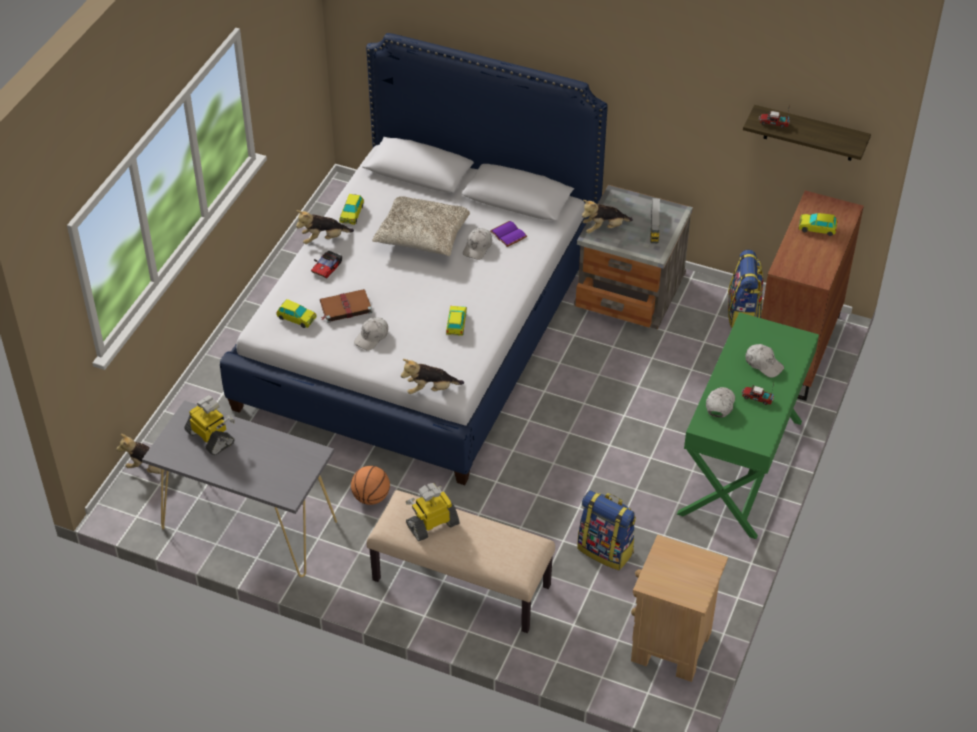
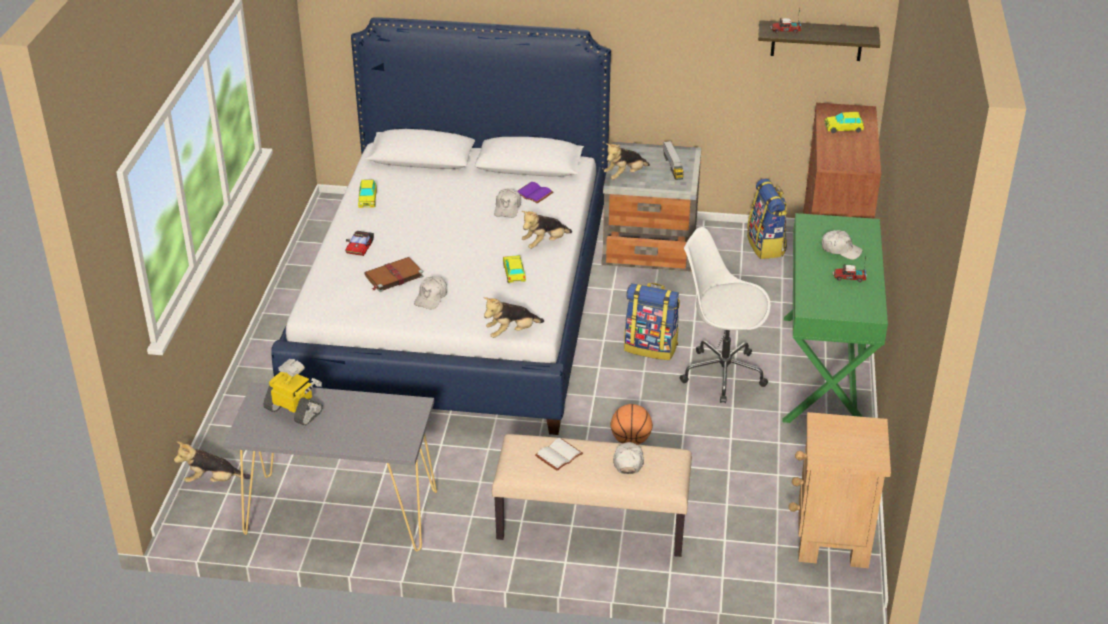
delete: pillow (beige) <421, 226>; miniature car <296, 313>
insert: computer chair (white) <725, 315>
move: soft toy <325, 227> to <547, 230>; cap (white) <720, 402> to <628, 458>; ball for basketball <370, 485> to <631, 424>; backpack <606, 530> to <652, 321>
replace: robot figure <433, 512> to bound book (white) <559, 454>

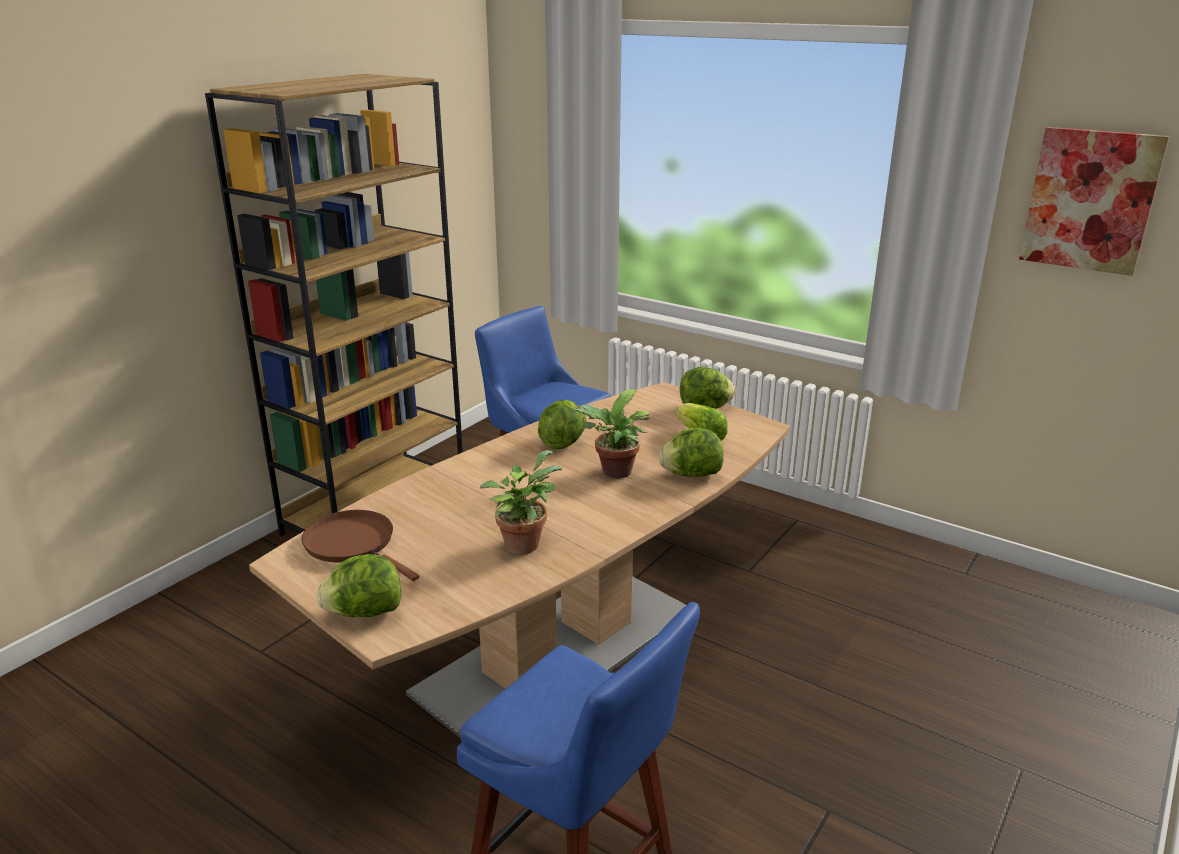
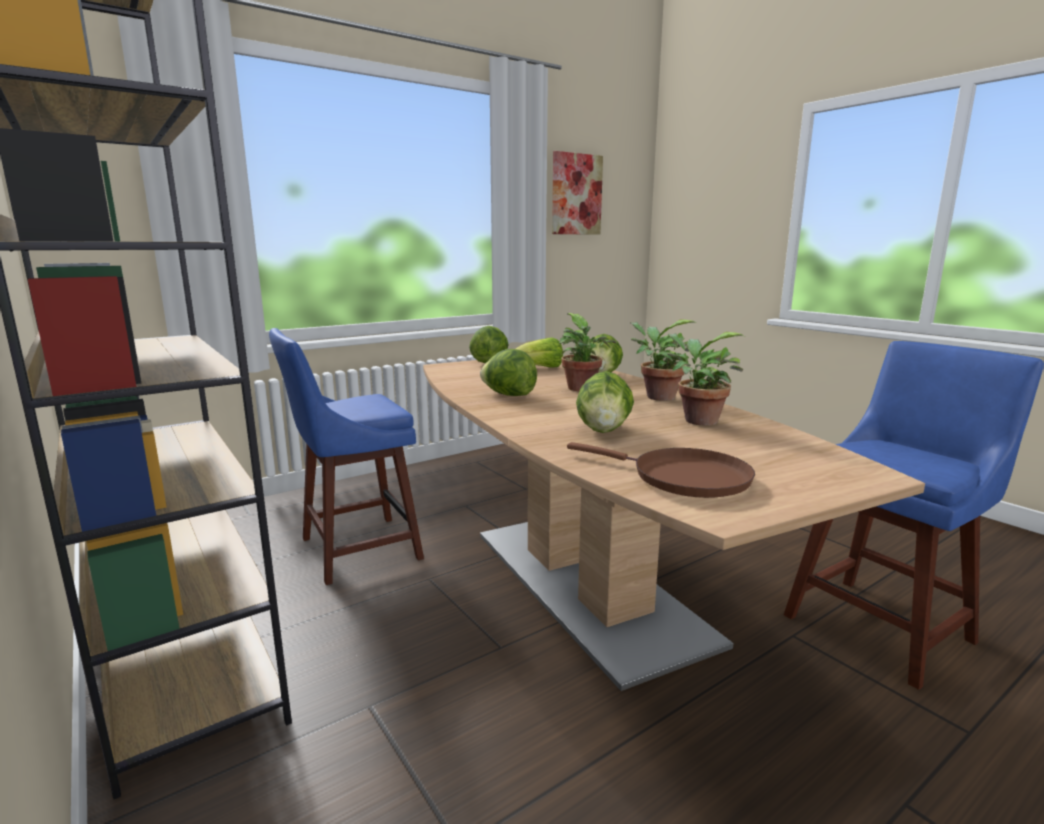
insert: potted plant <663, 360>
move: lettuce <359, 585> to <605, 402>
rotate: pan (brownish) <360, 545> = <661, 470> 120 degrees counterclockwise

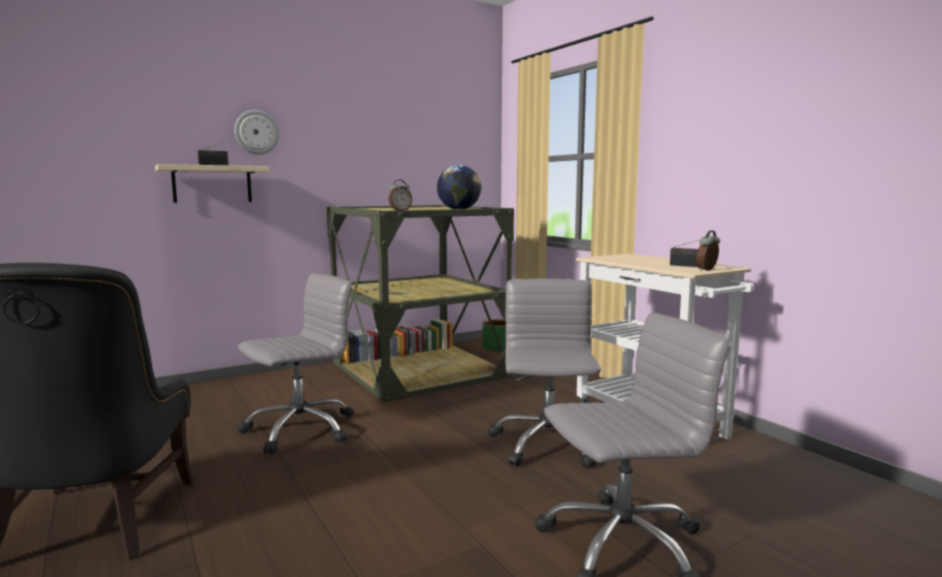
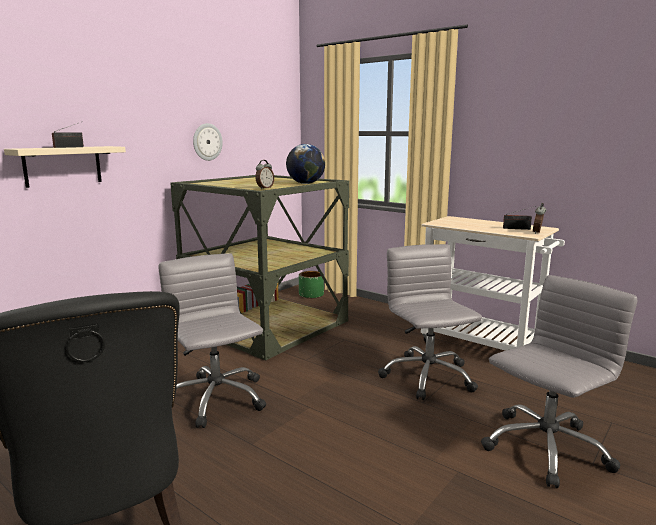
move: wall clock <256, 132> to <208, 142>
rotate: computer chair (gray) <295, 363> = <212, 340> 60 degrees counterclockwise

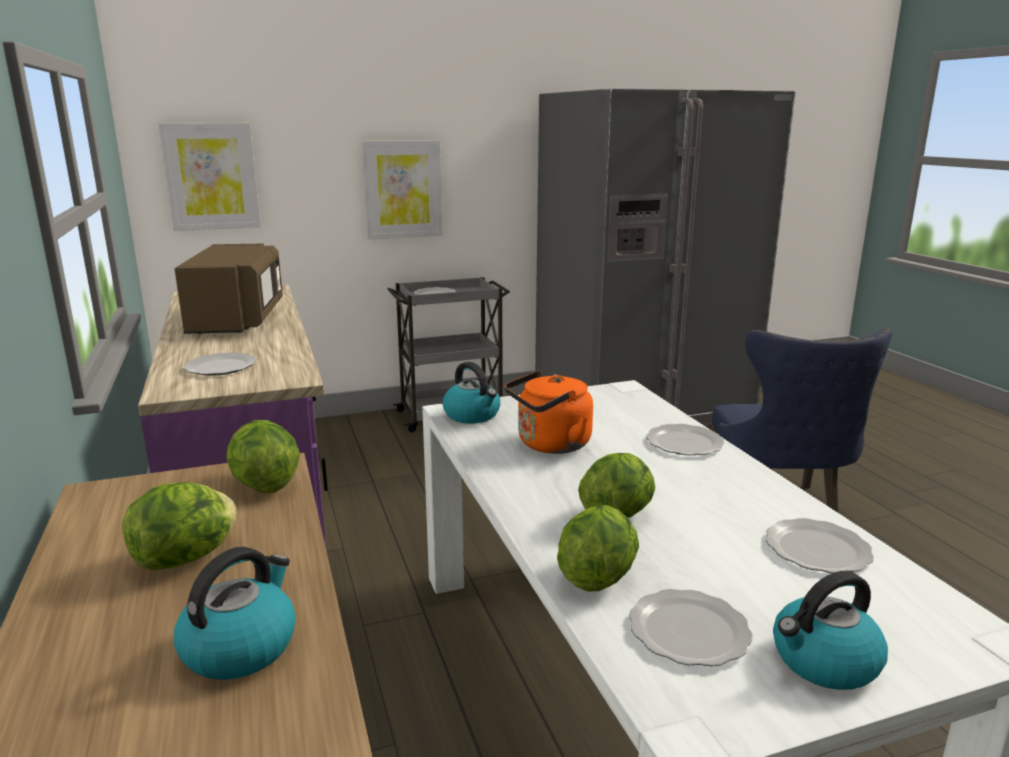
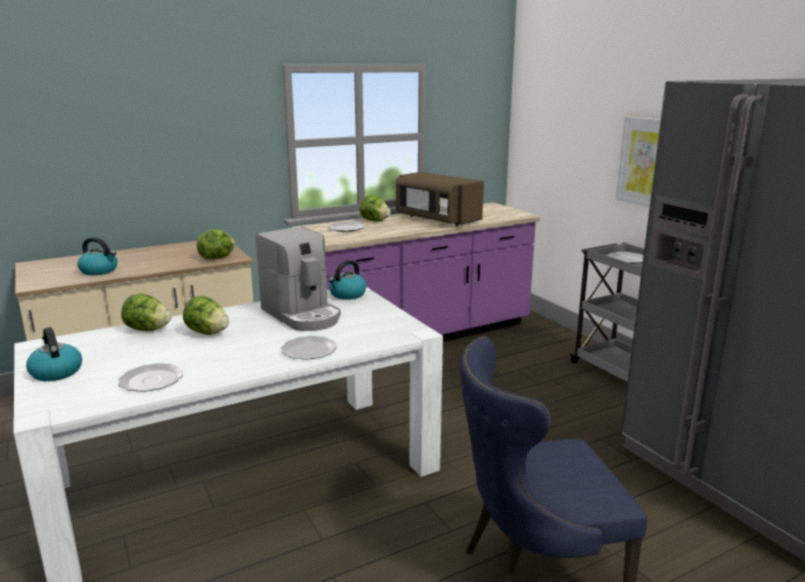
delete: picture <209, 177>; flat dish <691, 628>
move: lettuce <179, 526> to <375, 208>
replace: kettle (orangey) <549, 412> to coffee machine <298, 279>
rotate: microwave (brownish) <229, 289> = <440, 199> 60 degrees clockwise

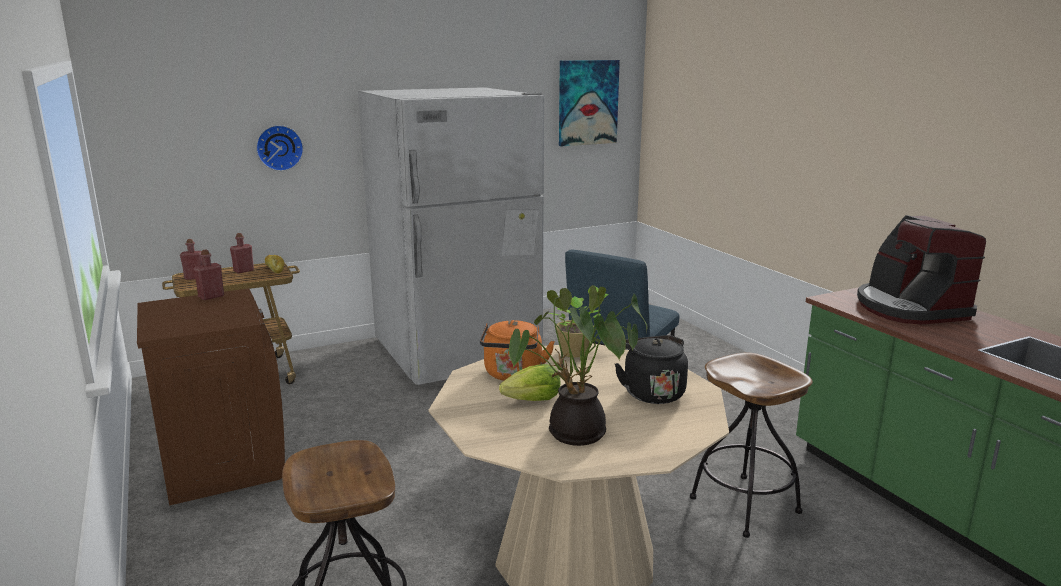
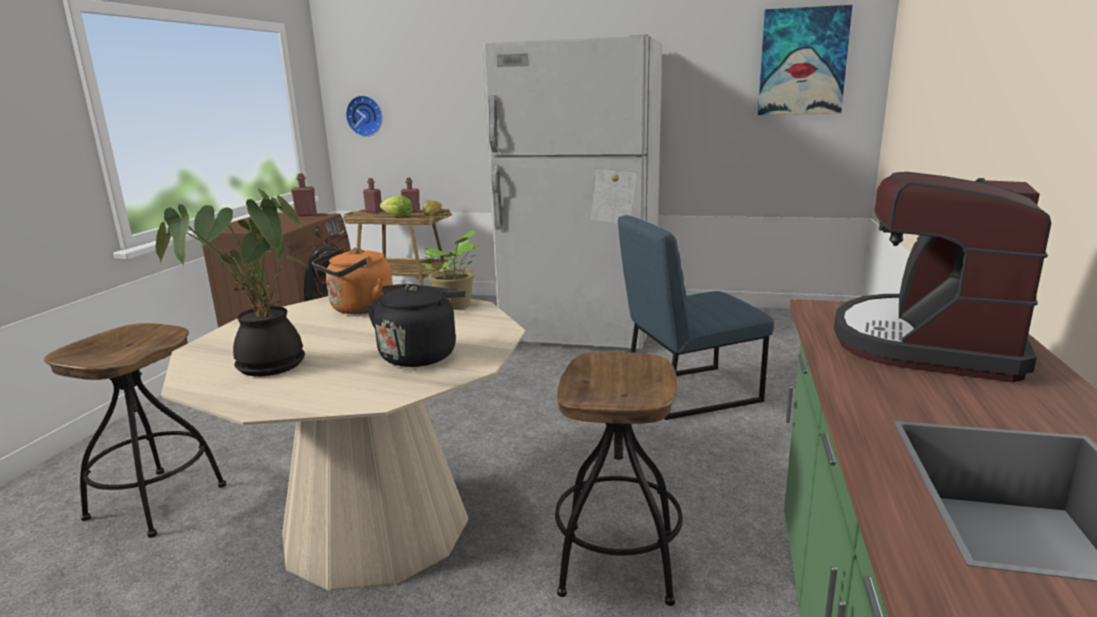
move: wall clock <280, 148> to <364, 116>; lettuce <530, 382> to <396, 206>

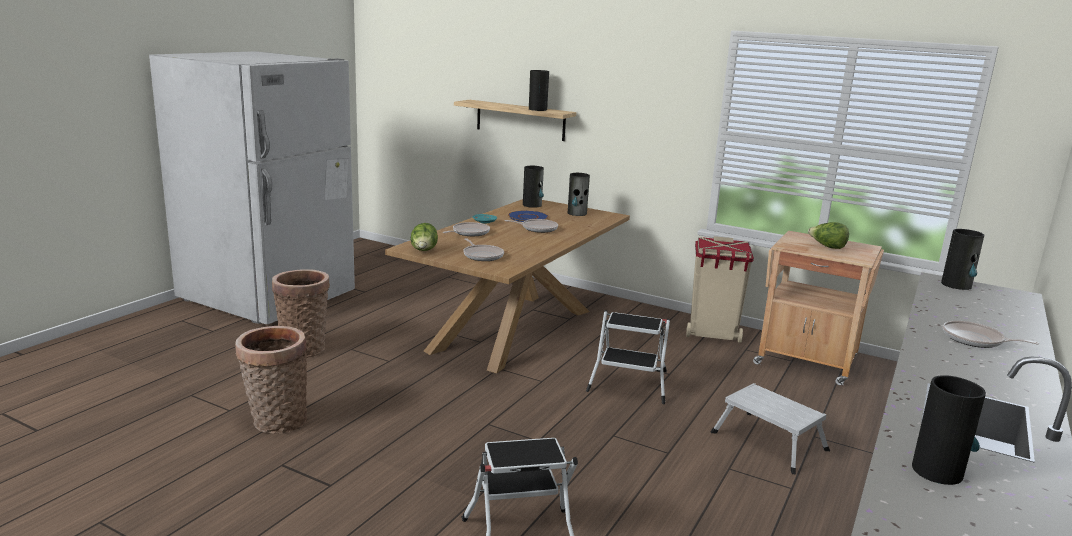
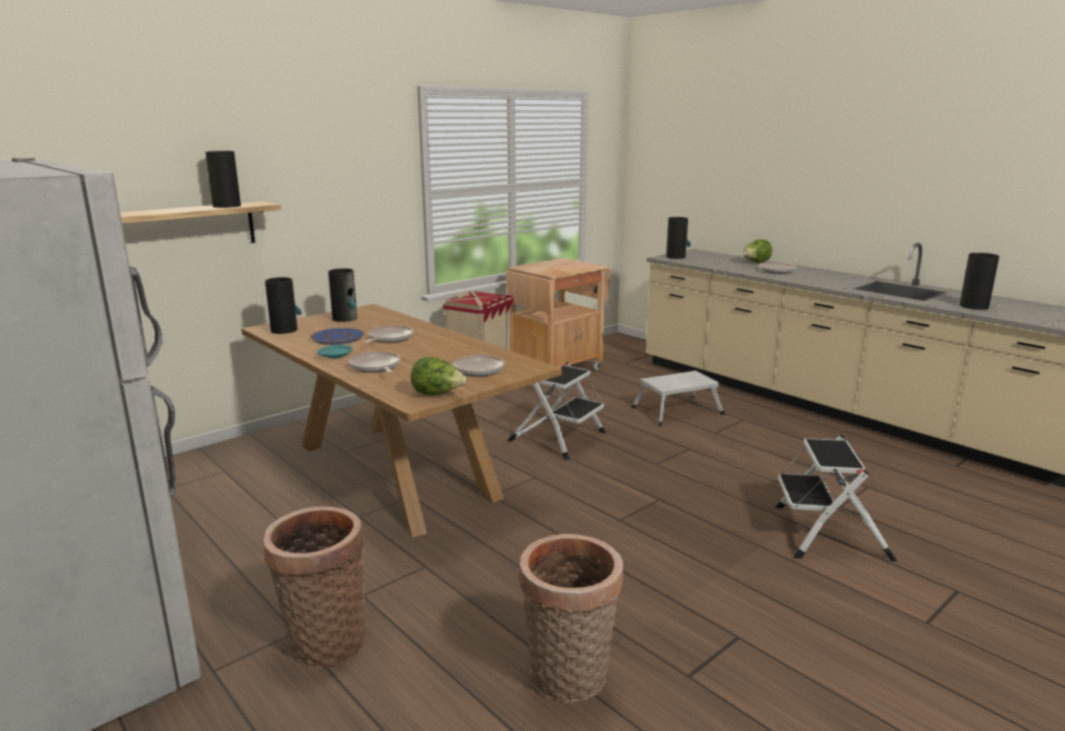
move: lettuce <828, 235> to <757, 251>

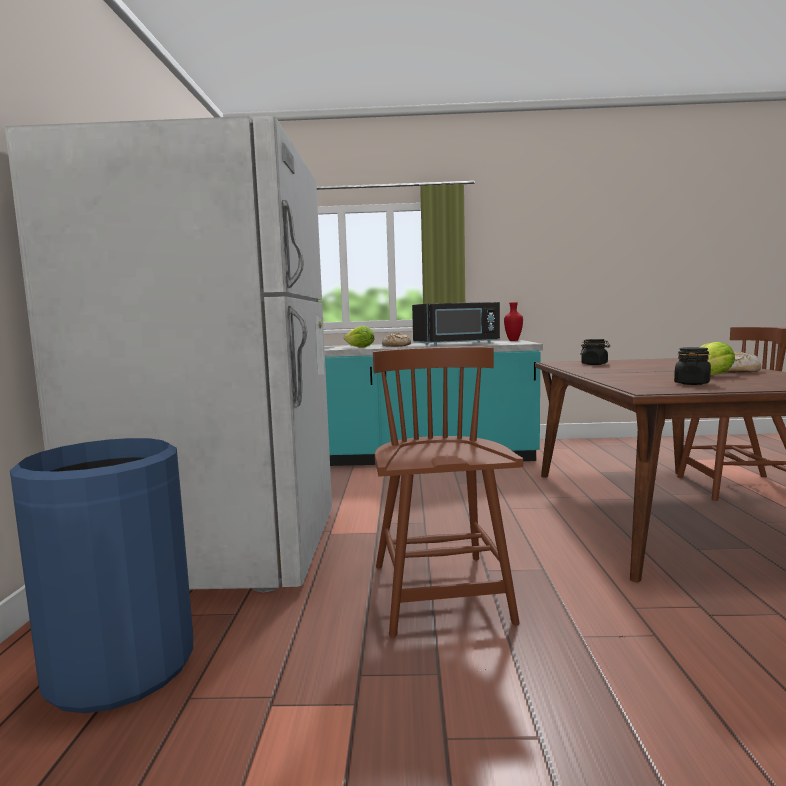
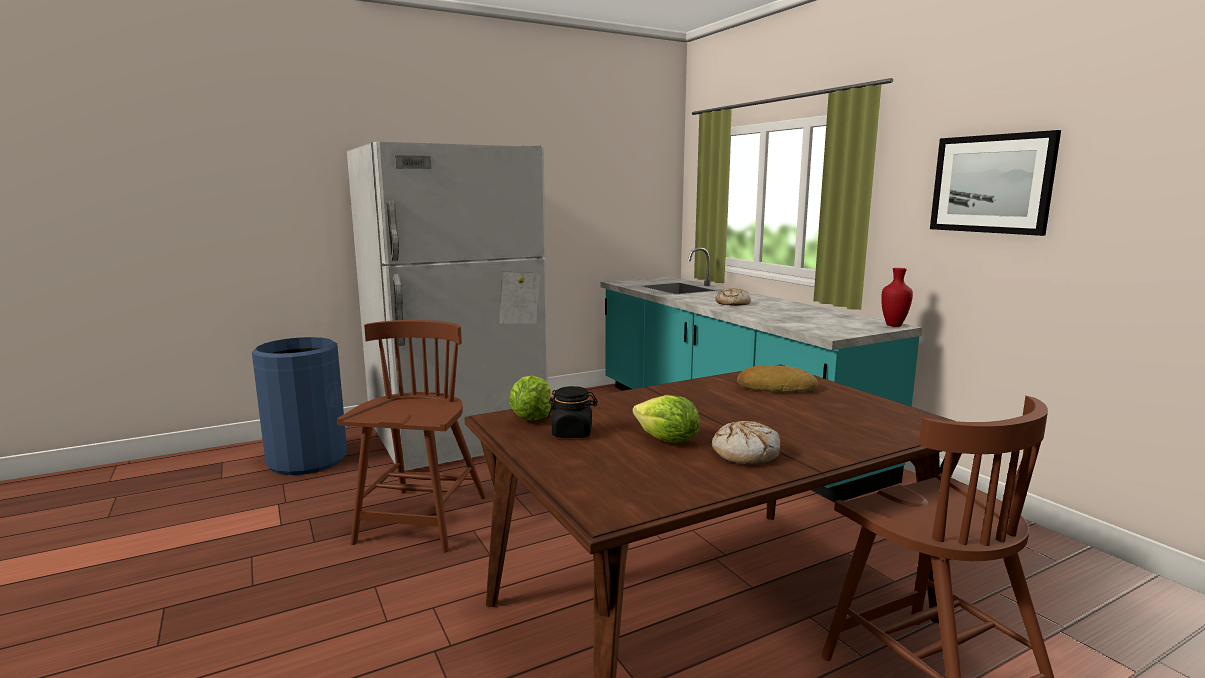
delete: microwave (black-coloured) <456, 324>
insert: picture <995, 183>
move: lettuce <359, 336> to <530, 397>
replace: jar (black-coloured) <595, 352> to bread <777, 378>
rotate: chair (brownish) <448, 492> = <411, 436> 45 degrees counterclockwise

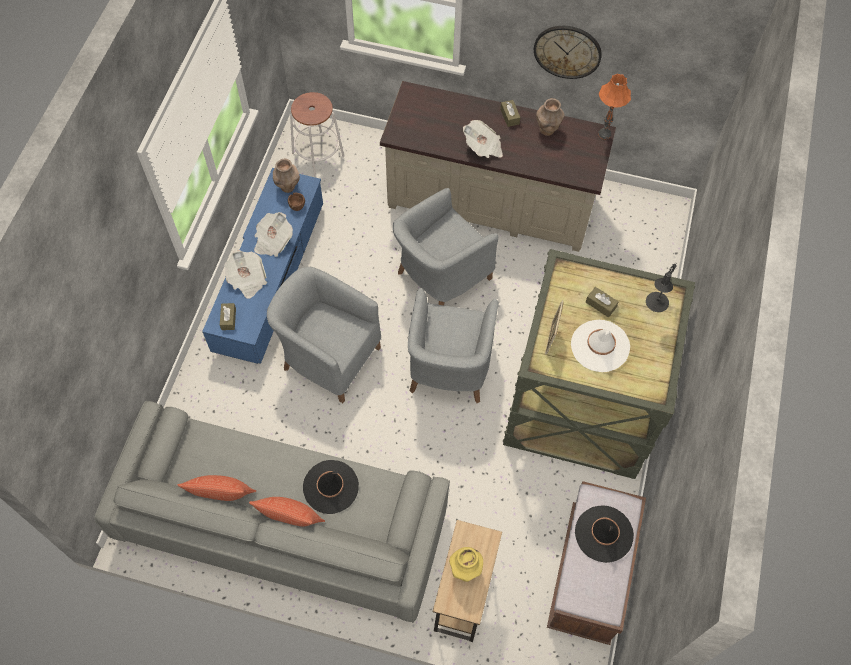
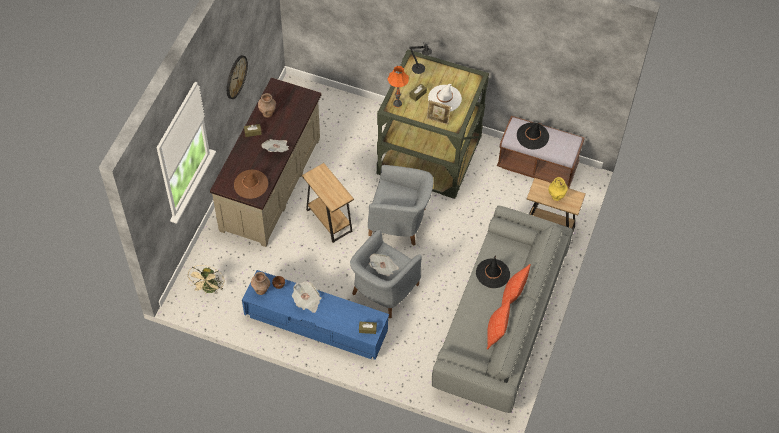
insert: hat (brownish) <251, 184>
move: tabletop lamp (orangey) <614, 106> to <398, 86>; daily paper <245, 274> to <384, 265>
replace: sitting stool (white) <317, 134> to electric fan (beige) <205, 279>; easy chair (gray) <445, 246> to accent table (brownish) <328, 203>

